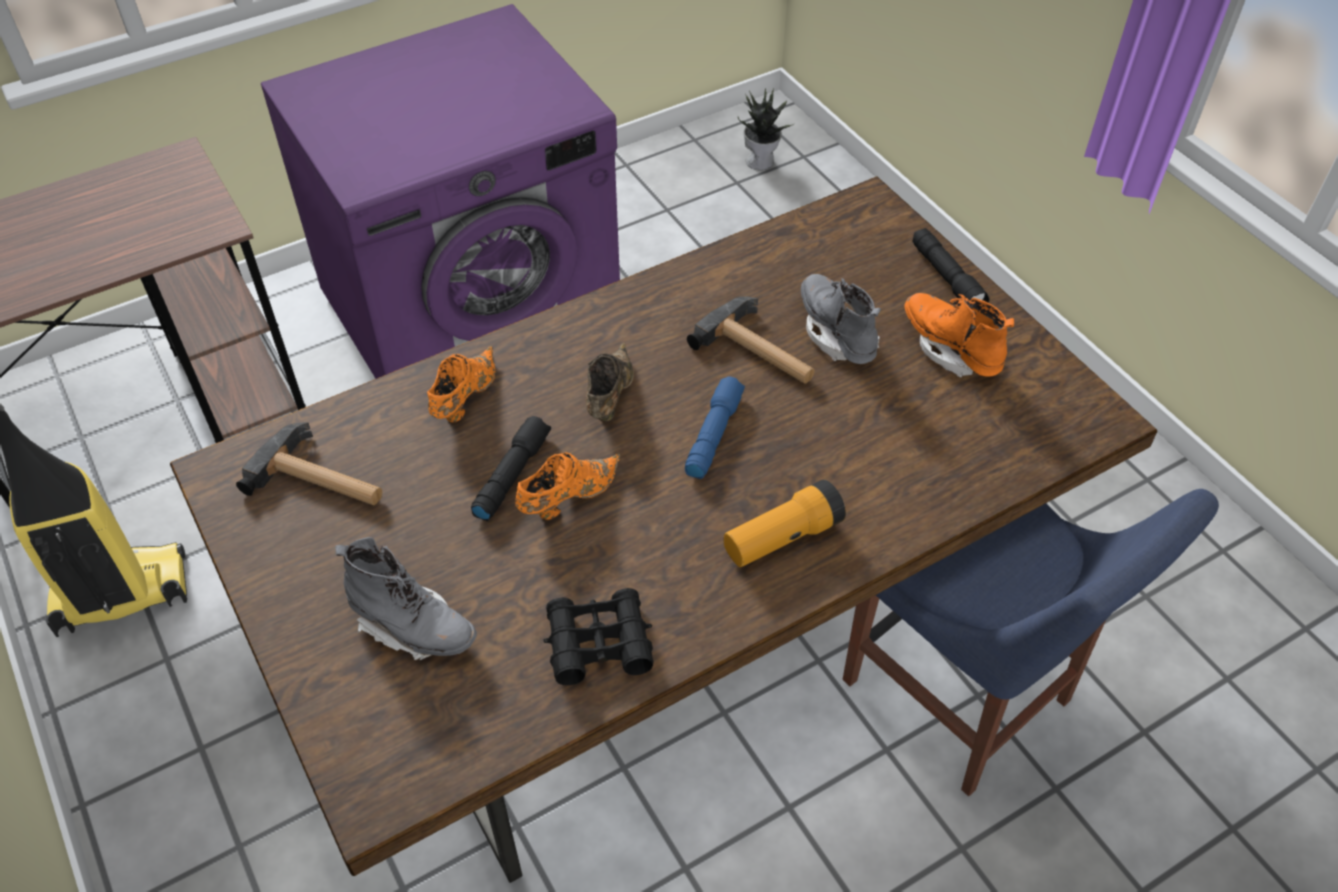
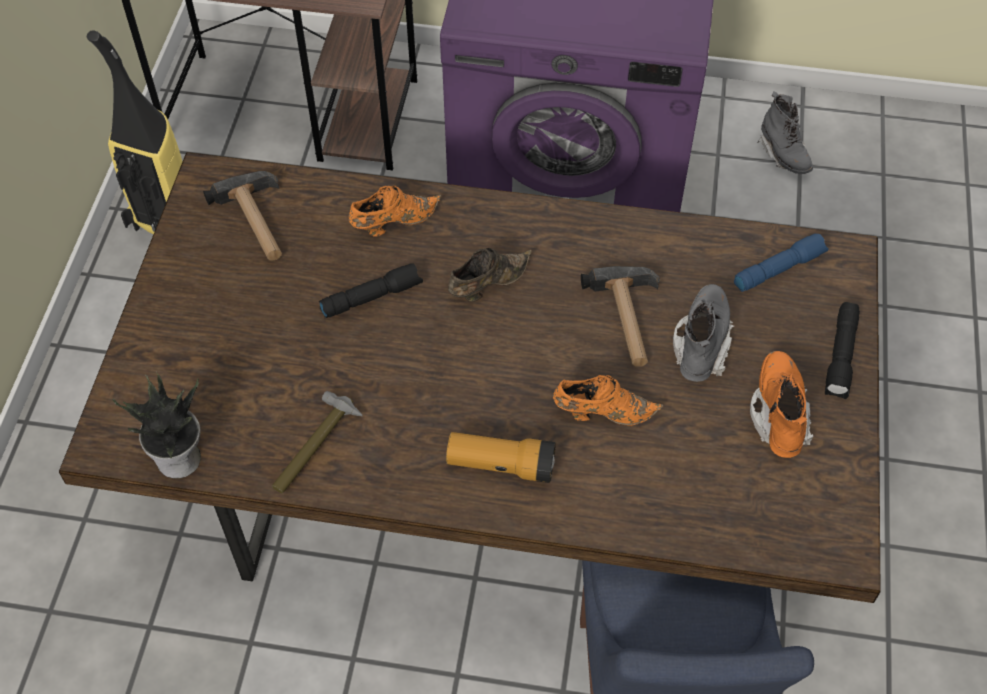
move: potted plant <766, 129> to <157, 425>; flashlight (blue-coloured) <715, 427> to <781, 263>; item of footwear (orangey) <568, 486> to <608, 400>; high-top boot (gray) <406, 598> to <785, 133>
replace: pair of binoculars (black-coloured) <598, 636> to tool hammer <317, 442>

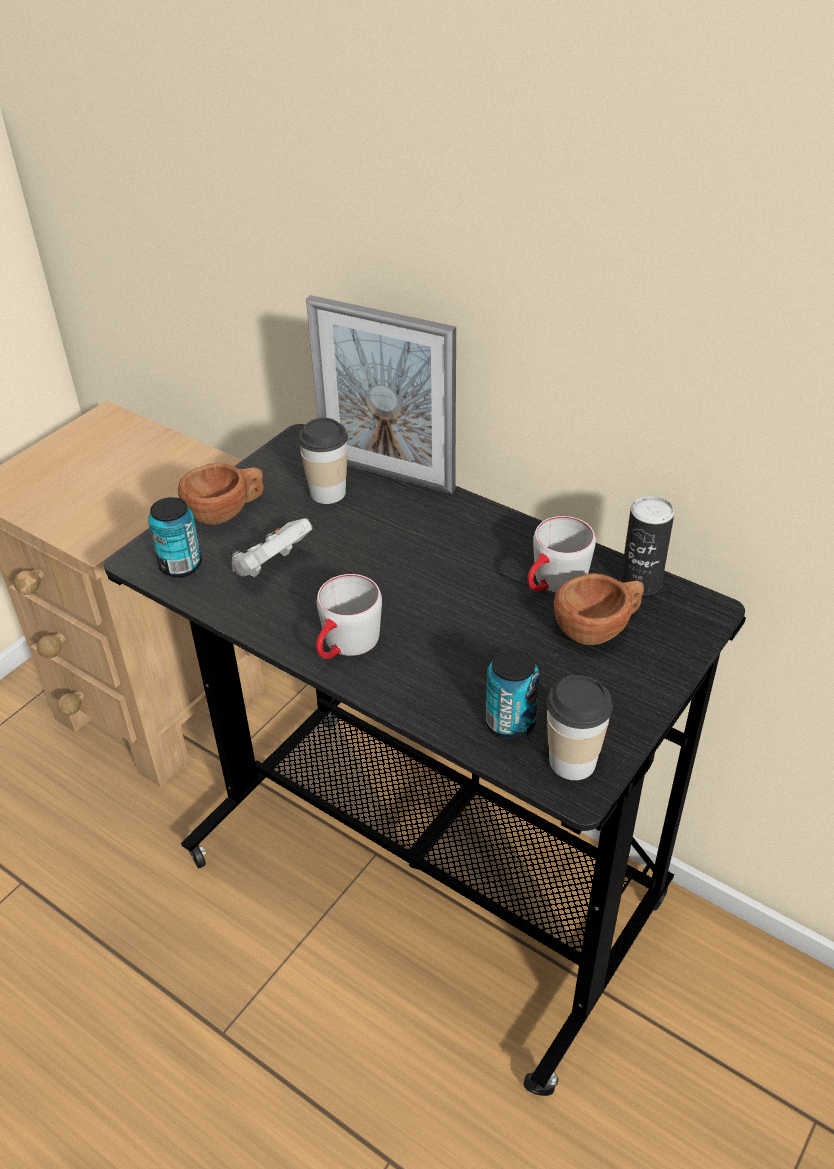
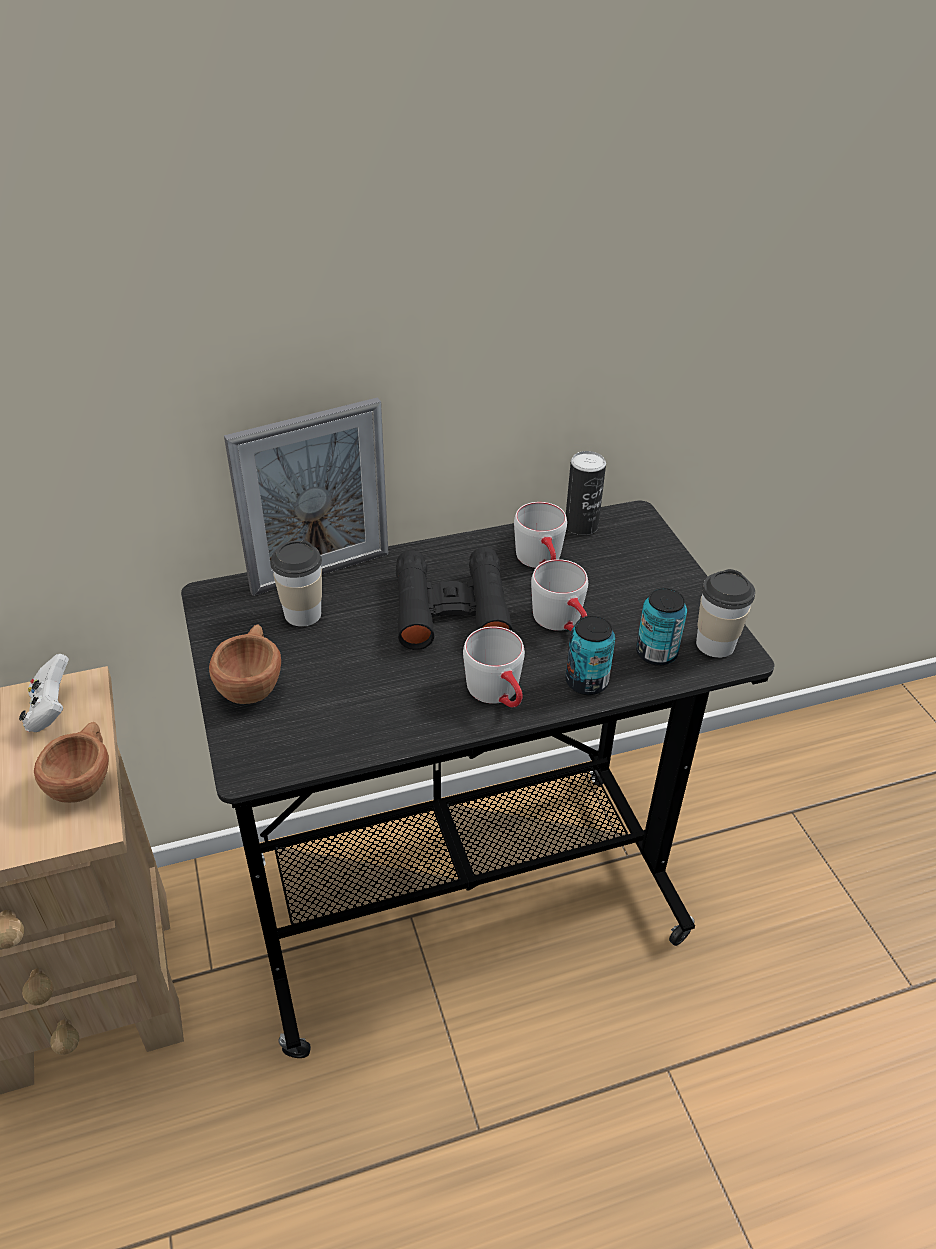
insert: pair of binoculars (black-coloured) <454, 598>; coffee mug (gray) <559, 595>
move: can <175, 537> to <590, 655>; gamepad (white) <271, 547> to <44, 693>; drinking cup (brownish) <599, 609> to <71, 762>

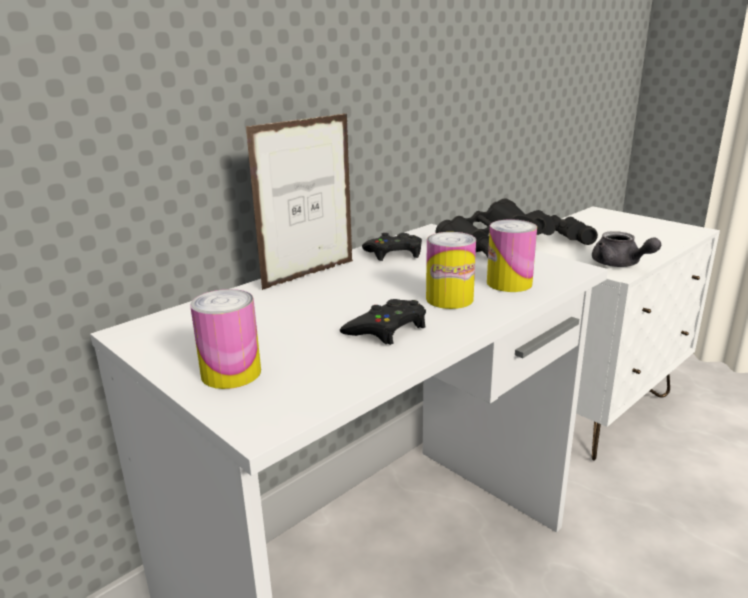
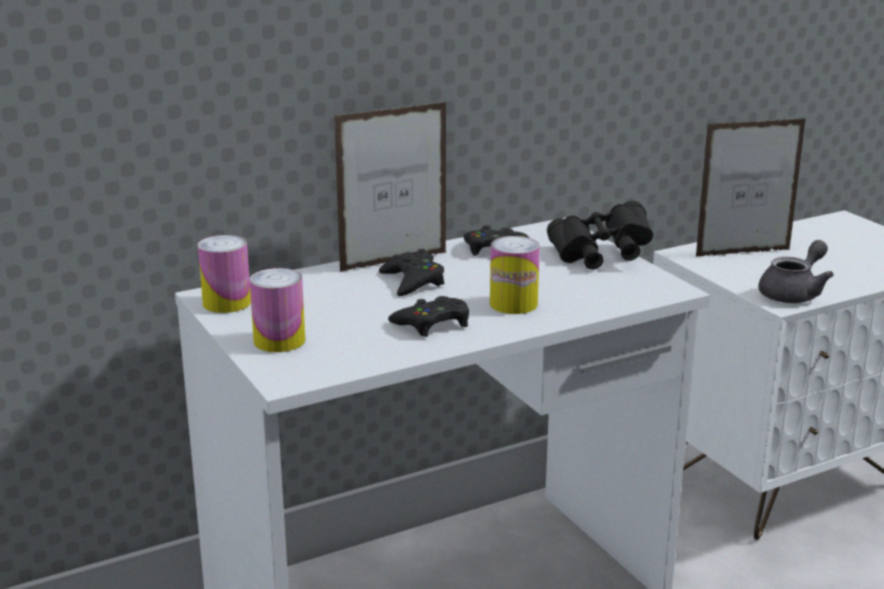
insert: gamepad (black-coloured) <412, 272>
move: can <512, 255> to <224, 274>
replace: pair of binoculars (black-coloured) <562, 227> to photo frame <751, 187>
rotate: teapot (gray) <626, 249> = <796, 271> 120 degrees counterclockwise

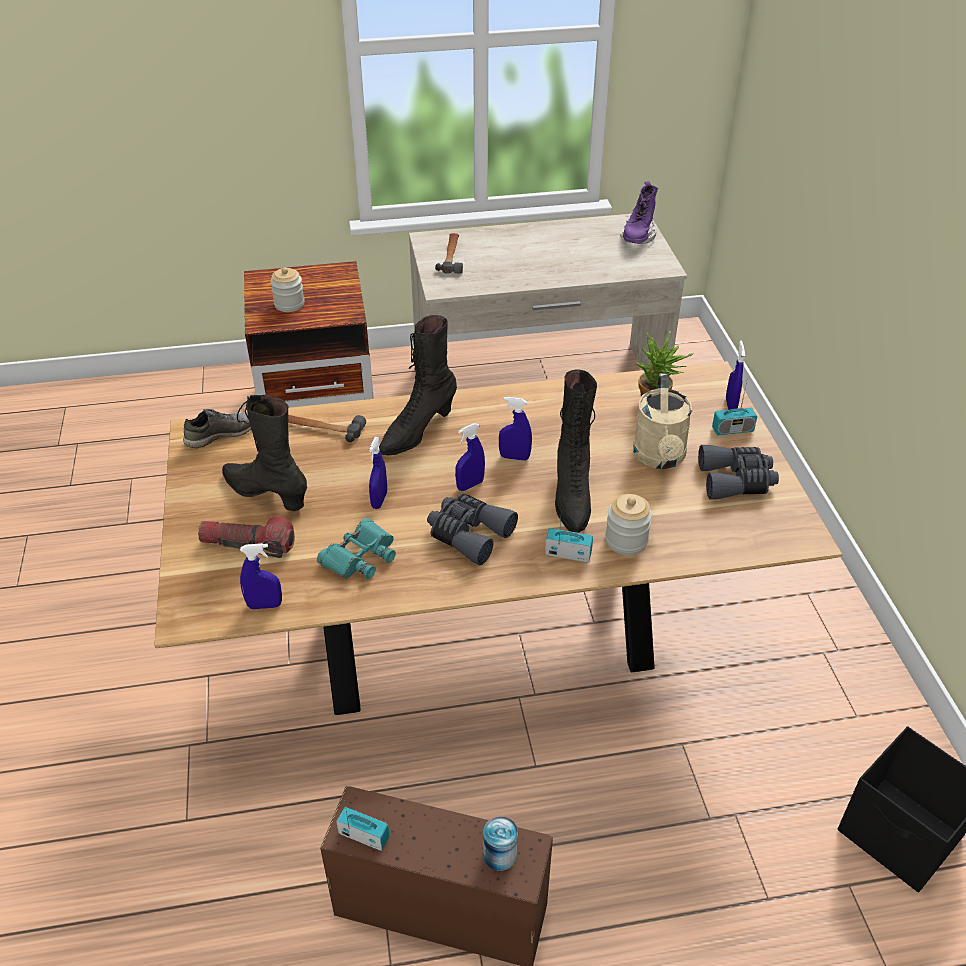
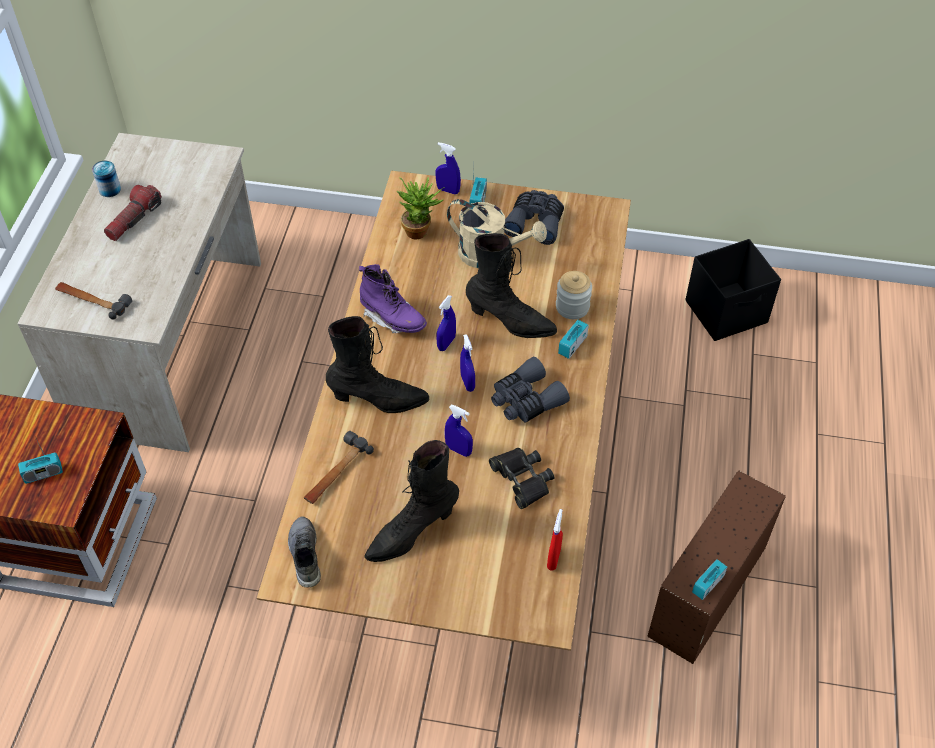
move: high-top boot (purple) <639, 212> to <393, 298>; flashlight <246, 537> to <133, 213>; can <500, 843> to <106, 178>
replace: jar <287, 289> to radio set <40, 461>
recolor: pair of binoculars (turquoise) <356, 548> to pair of binoculars (black-coloured) <521, 478>; spray bottle (blue-coloured) <261, 576> to spray bottle (red) <555, 540>
rotate: high-top boot (black-coloured) <418, 385> = <377, 364> 60 degrees counterclockwise

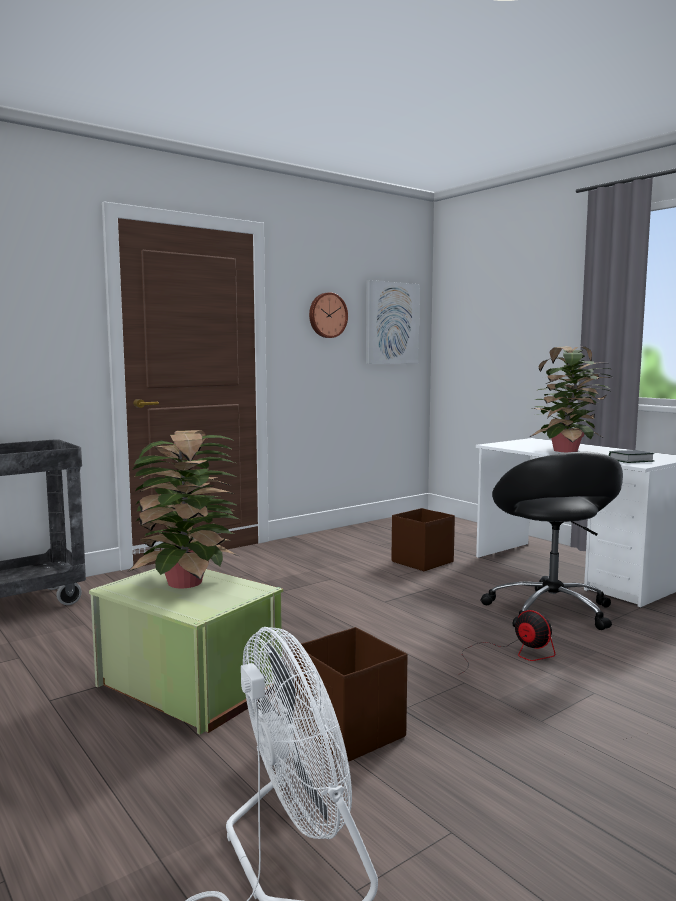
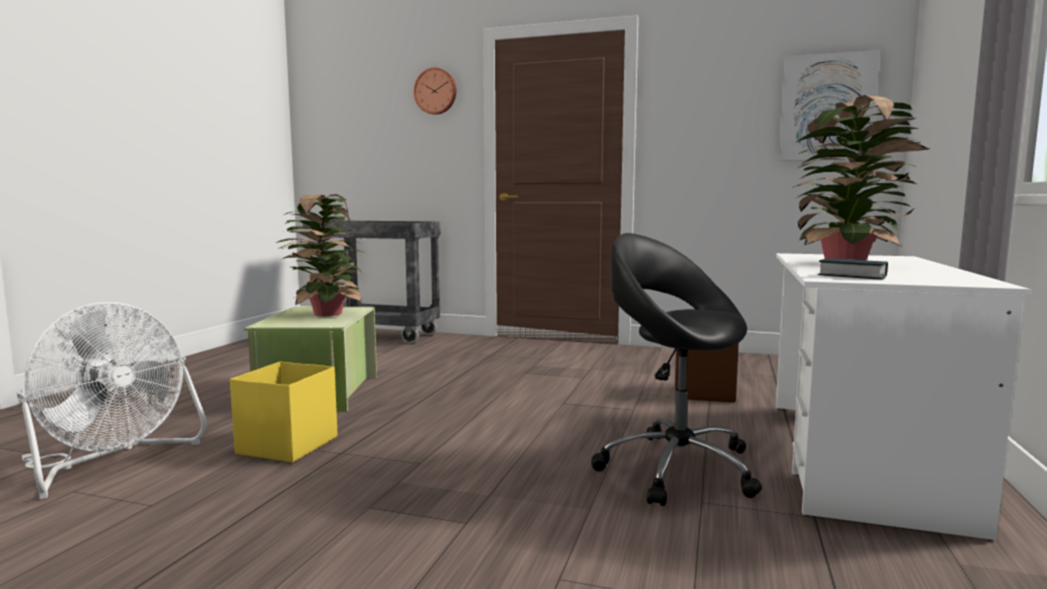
delete: electric fan <506, 642>
move: wall clock <328, 315> to <434, 91>
recolor: storage bin (brownish) <351, 695> to storage bin (yellowish) <283, 412>
rotate: computer chair (black-coloured) <552, 540> = <676, 369> 75 degrees clockwise

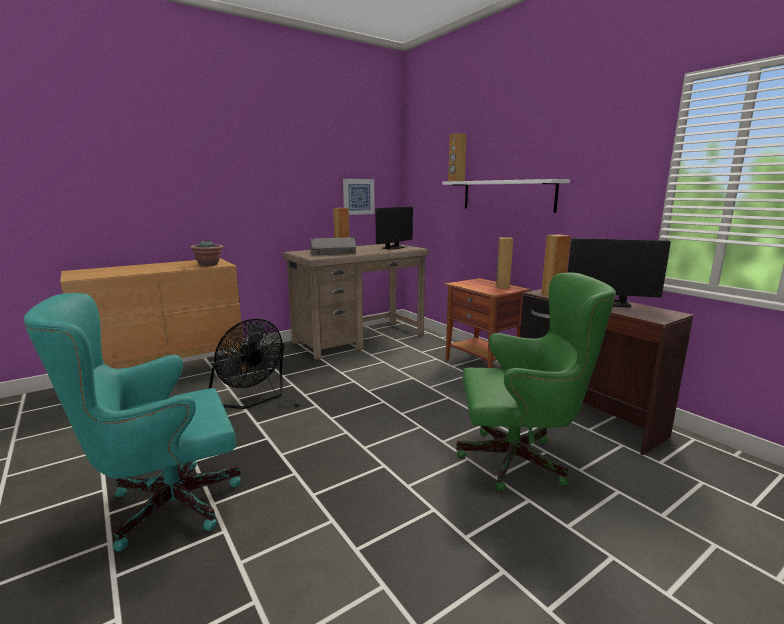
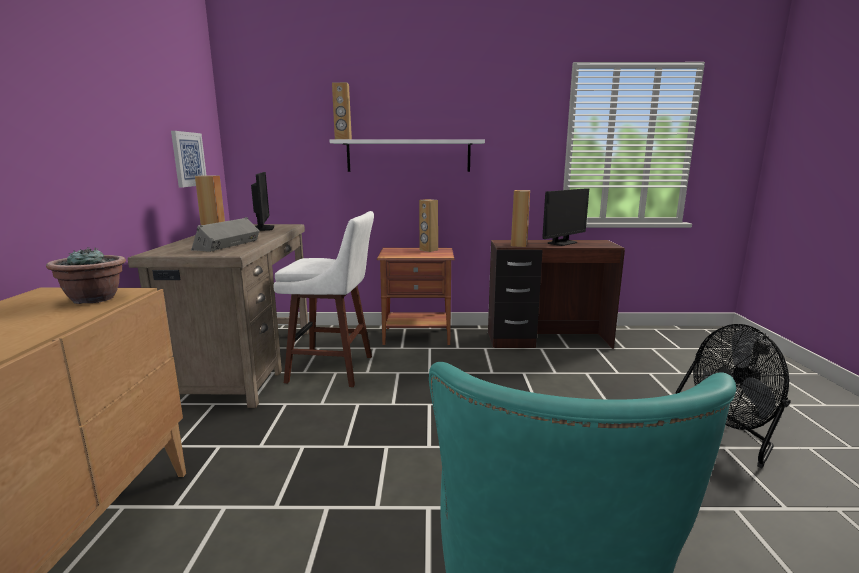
delete: computer chair (green-coloured) <536, 382>
insert: sitting stool (white) <323, 299>
move: electric fan (black-coloured) <254, 364> to <733, 396>

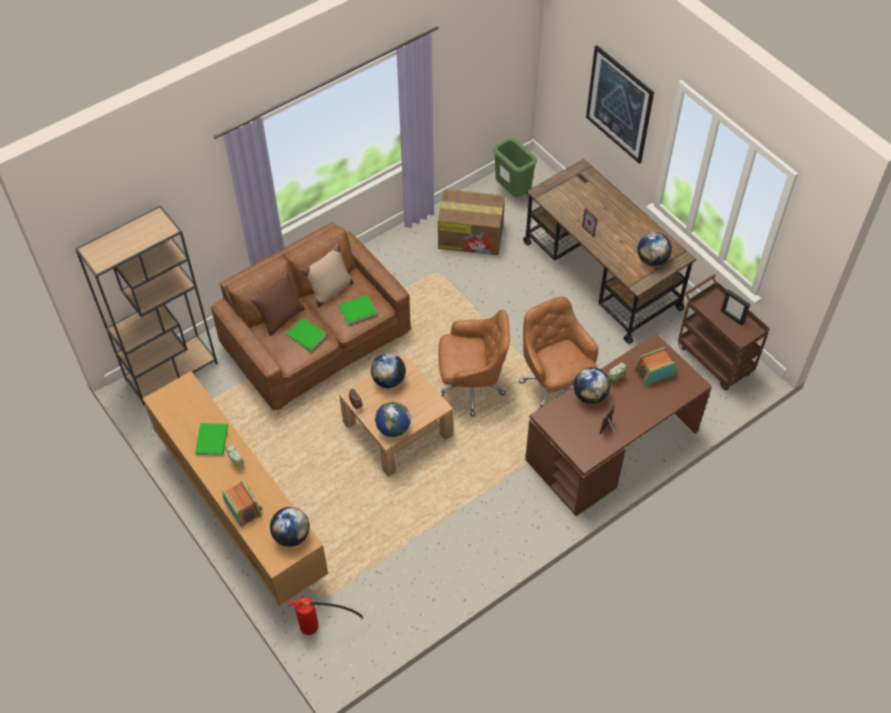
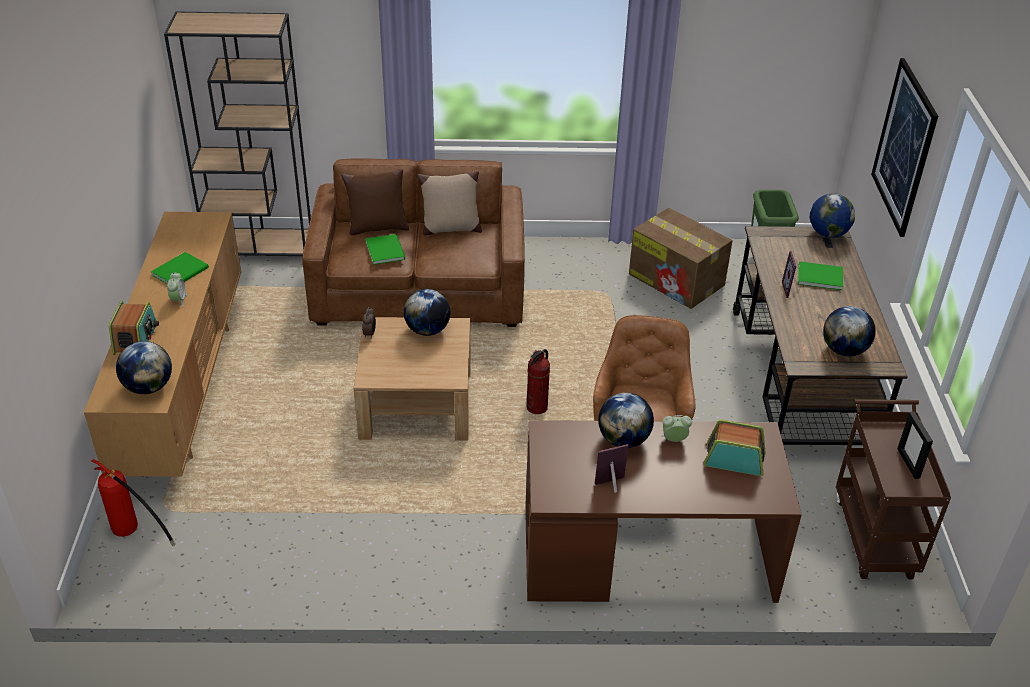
move: bound book (green-coloured) <357, 310> to <820, 275>; world globe <393, 419> to <832, 216>
replace: computer chair (brownish) <474, 363> to extinguisher <538, 381>

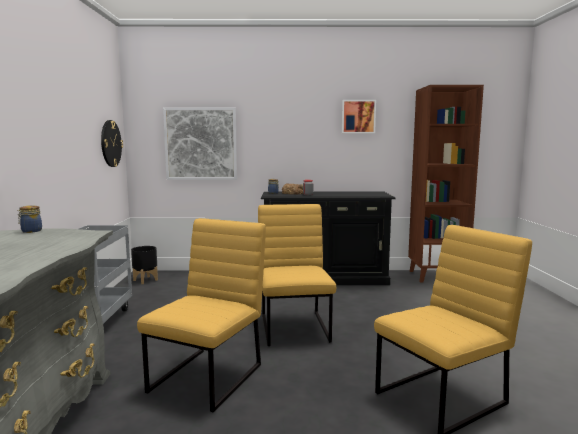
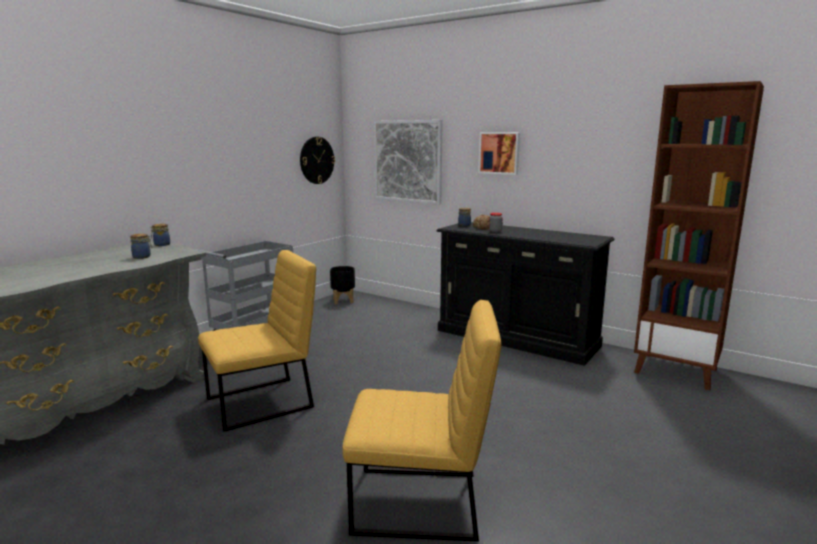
delete: chair (yellowish) <297, 275>
insert: jar <141, 246>
move: picture <359, 116> to <499, 153>

